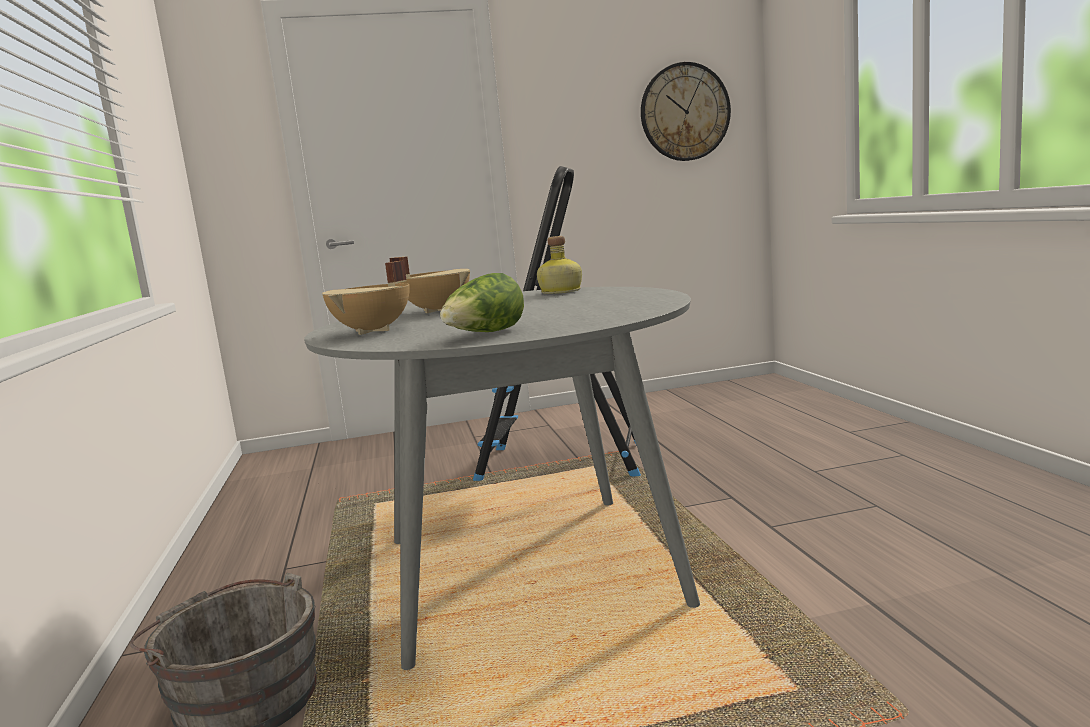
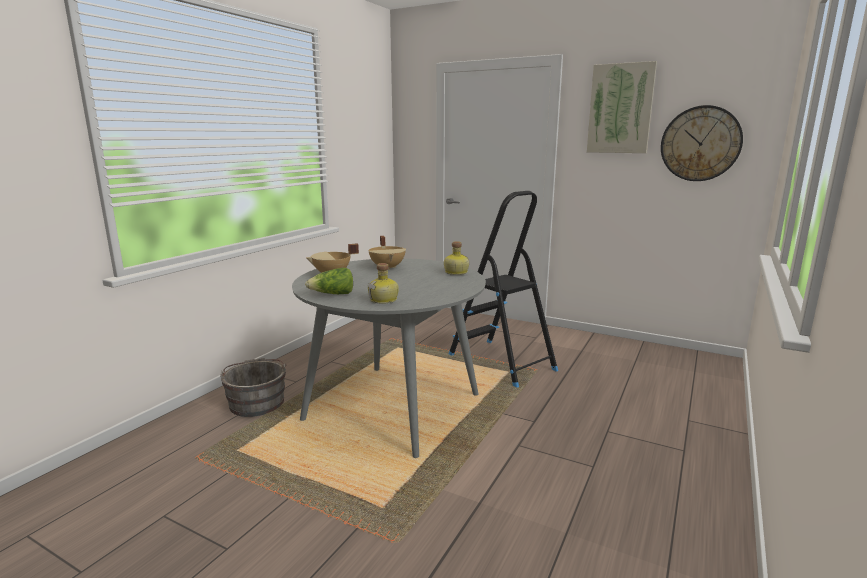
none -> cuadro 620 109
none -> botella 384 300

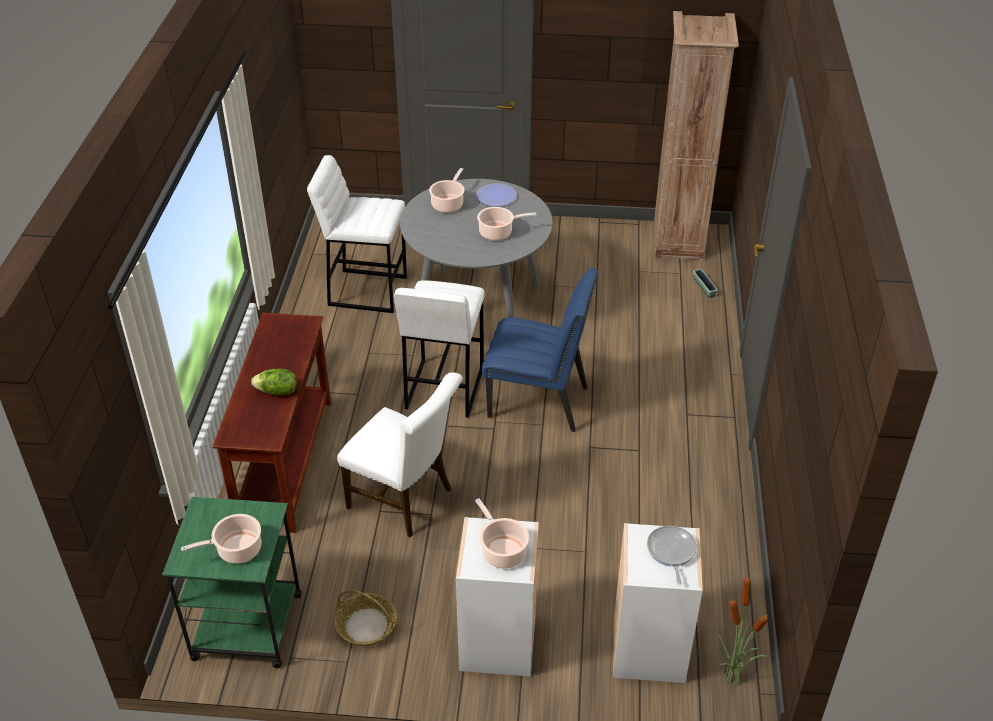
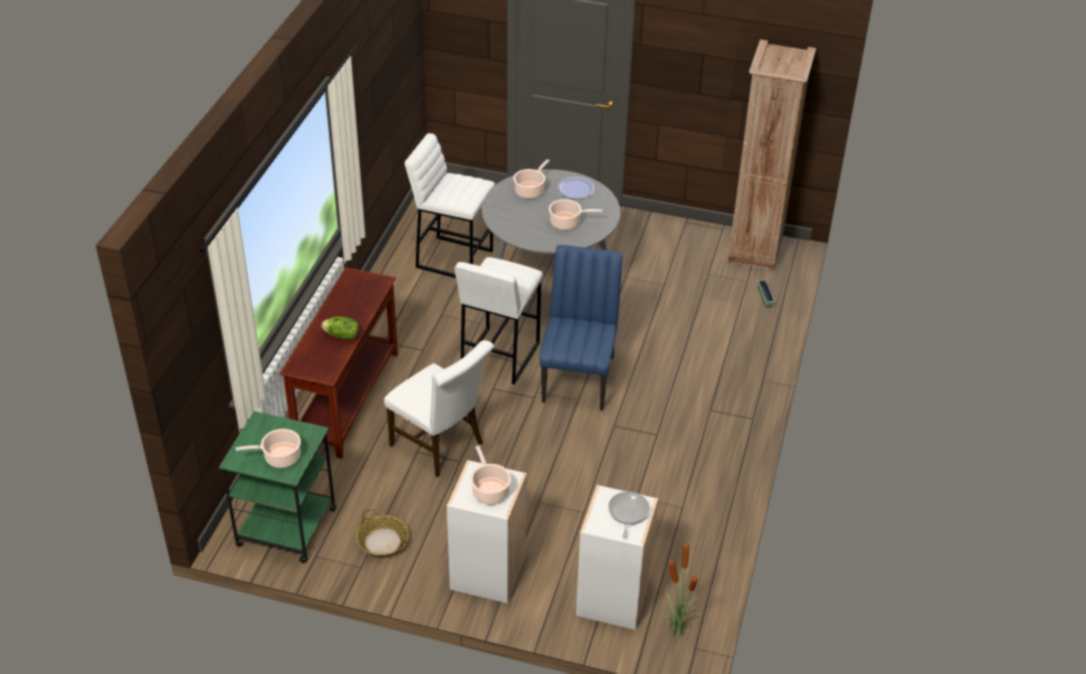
silla/azul 537 402 -> silla/azul 579 380, 105 degrees counterclockwise

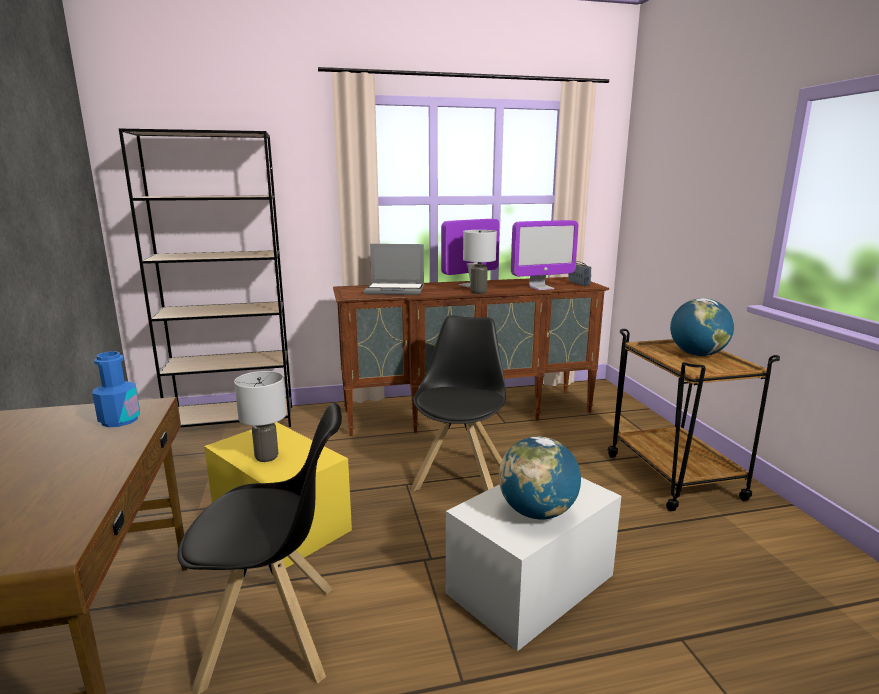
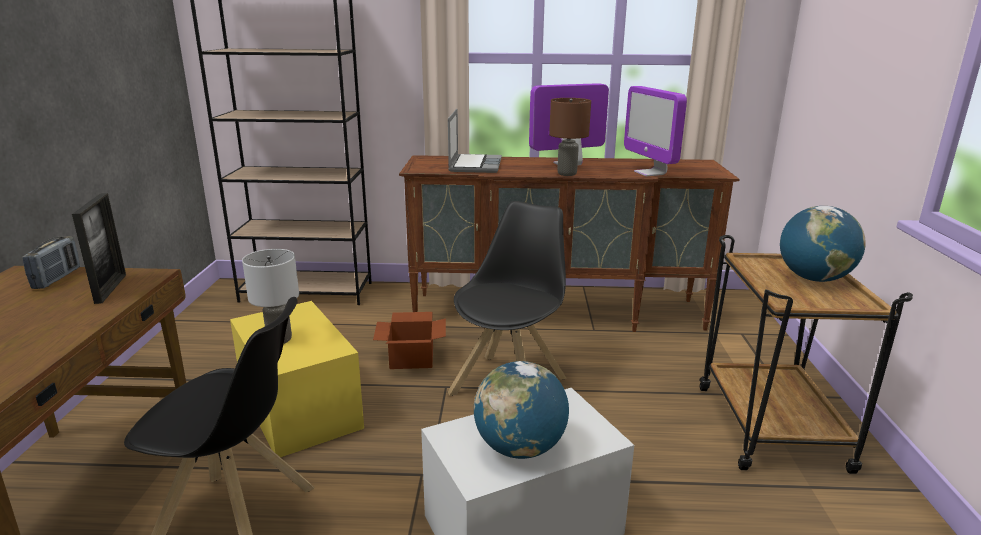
monitor 541 288 -> monitor 650 173, 75 degrees clockwise
lámpara de mesa/blanco 478 292 -> lámpara de mesa/marrón 566 174
portátil 396 290 -> portátil 474 165, 105 degrees counterclockwise
radio 578 283 -> radio 57 278, moved
botella/azul 120 420 -> portarretratos 111 288
none -> caja de cartón 412 357

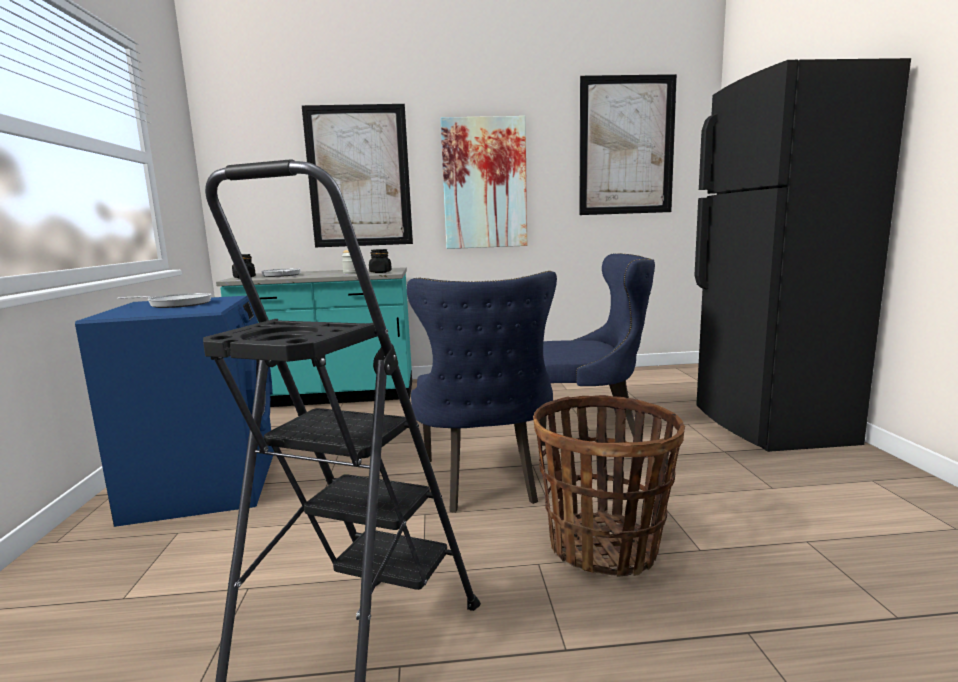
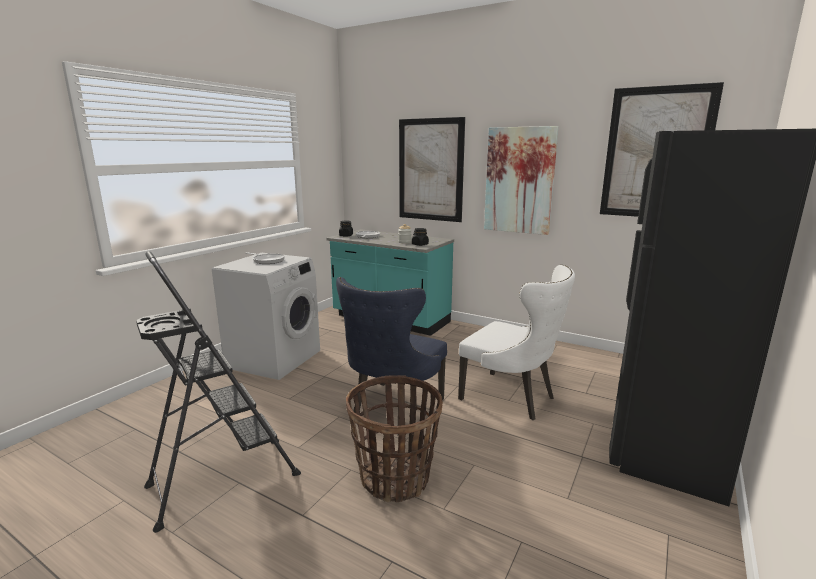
silla/azul 588 427 -> silla/blanco 511 397
lavadora/azul 208 484 -> lavadora/blanco 275 359

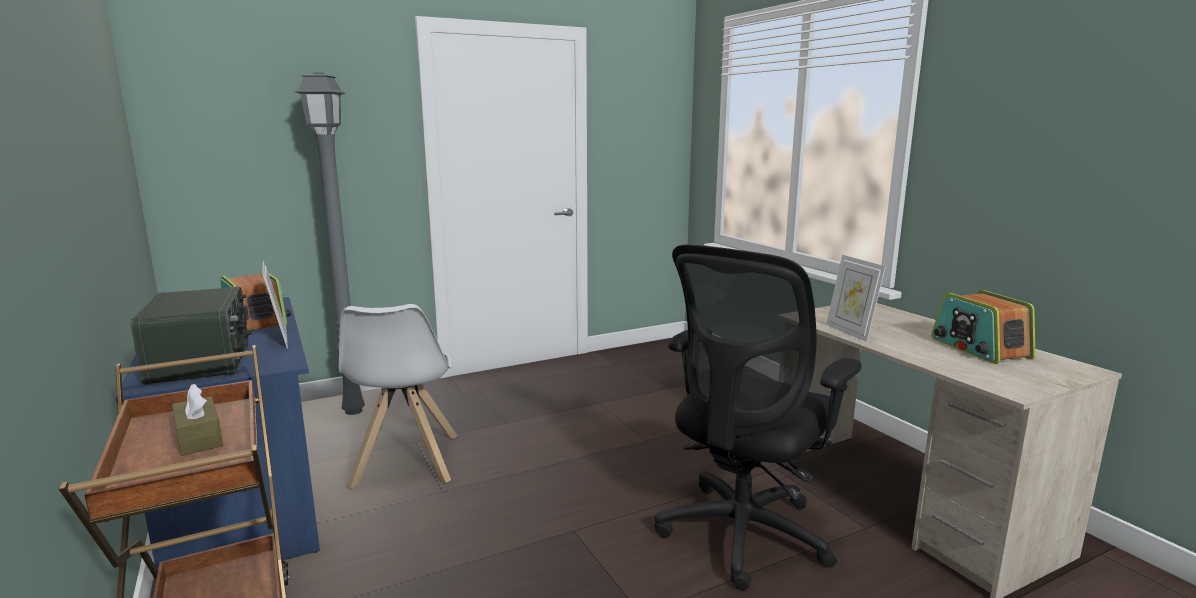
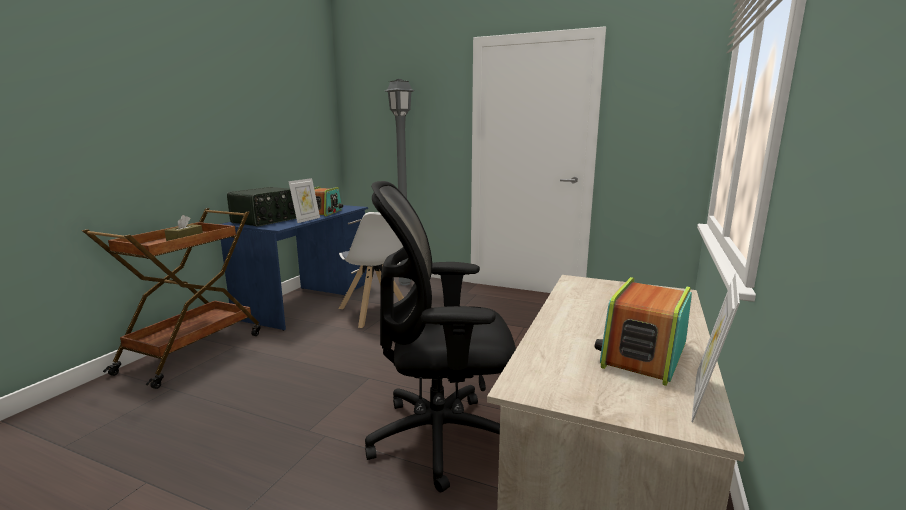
portarretratos 850 332 -> portarretratos 706 399, moved
silla 405 462 -> silla 376 313, 75 degrees counterclockwise

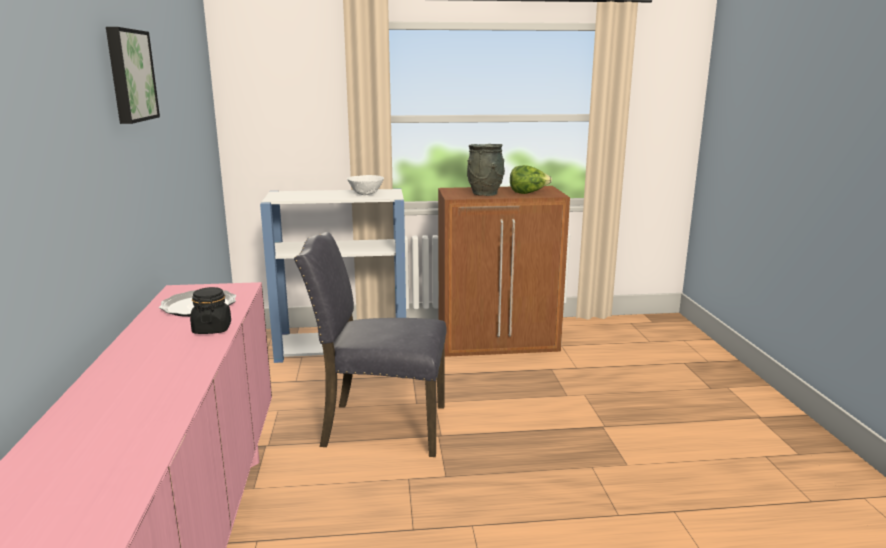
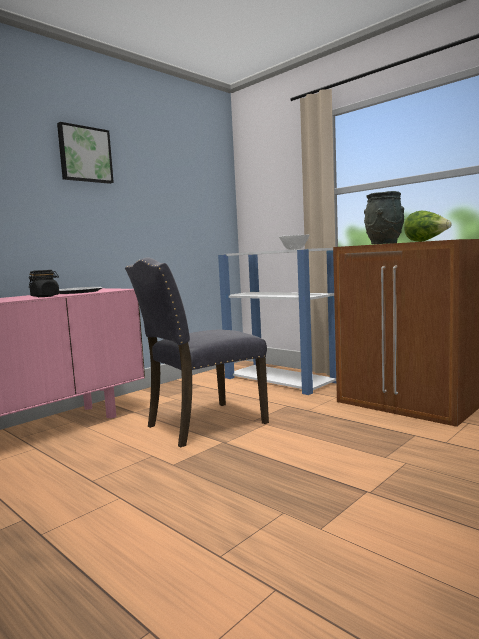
silla/gris 381 427 -> silla/gris 203 424, 90 degrees counterclockwise

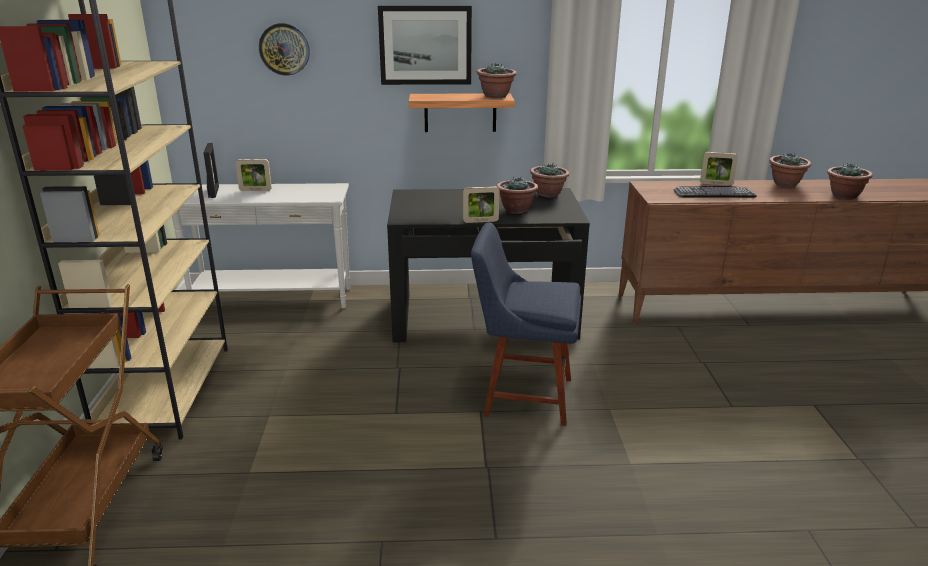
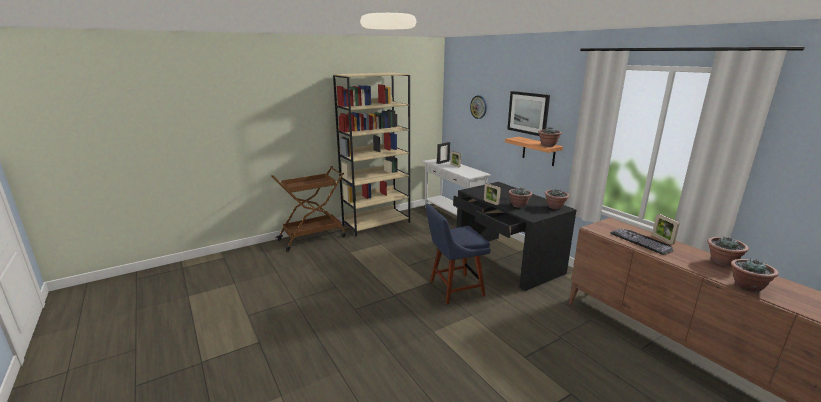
silla/azul 522 396 -> silla/azul 453 289, 90 degrees counterclockwise

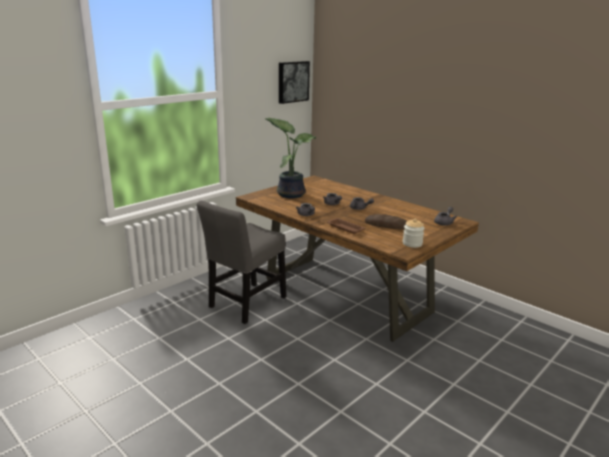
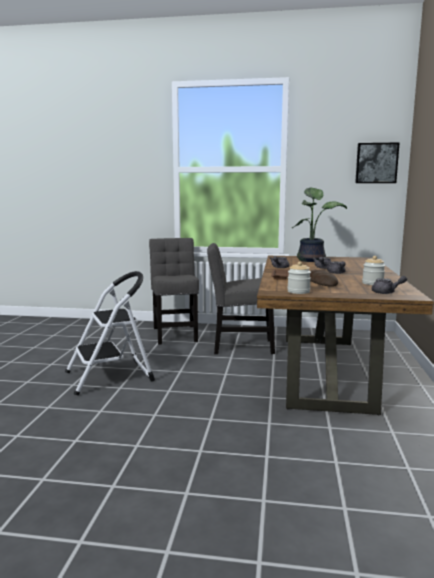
none -> silla/gris 175 333
none -> tarro 372 283
none -> escalera de tijera 112 376

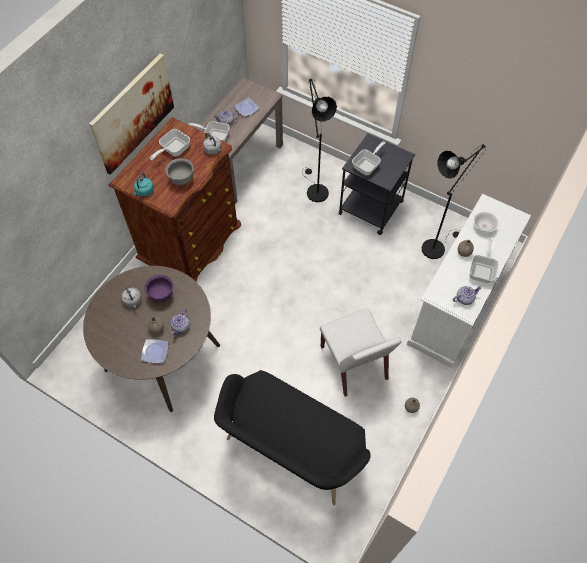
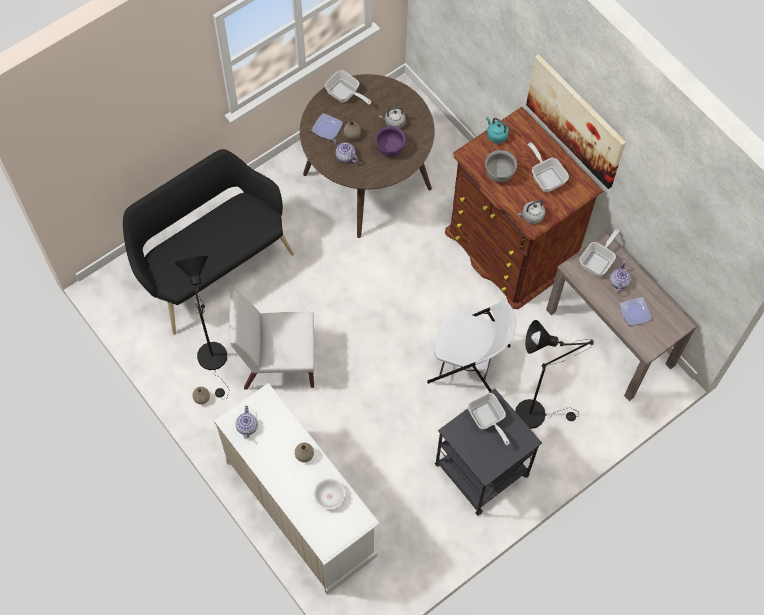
lámpara de pie/negro 436 246 -> lámpara de pie/negro 214 361, moved
sartén 482 270 -> sartén 345 94, moved
none -> silla/blanco 469 364

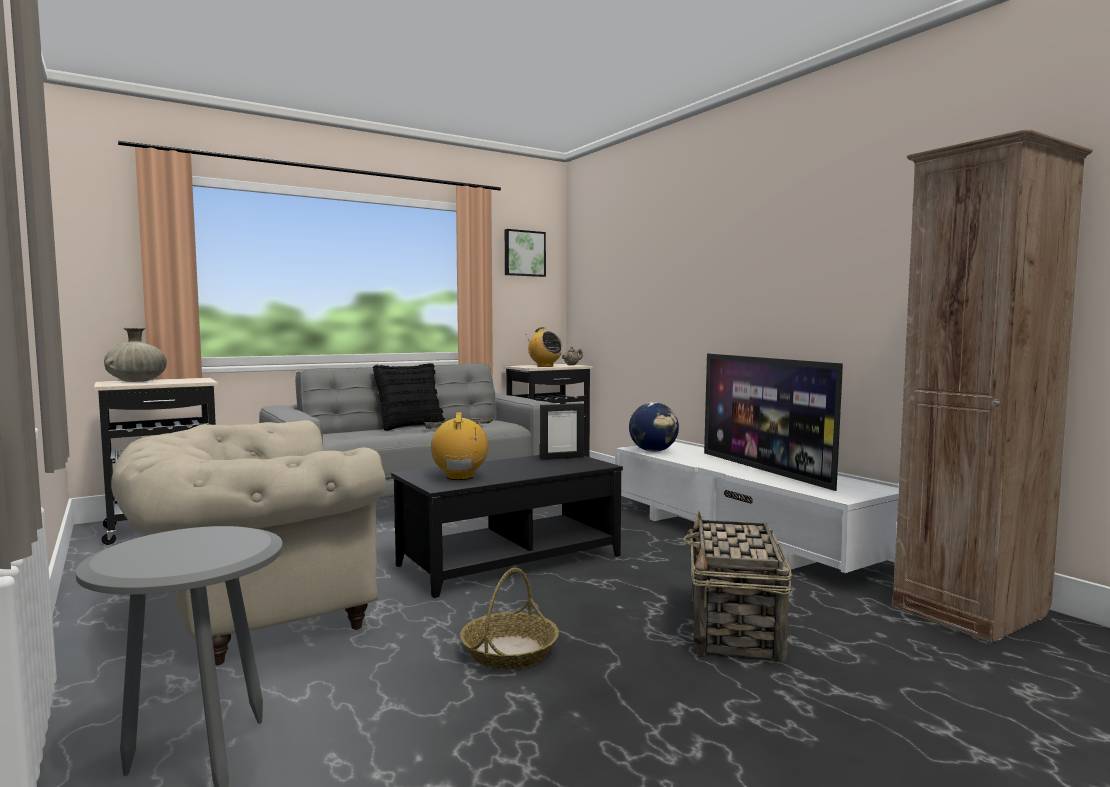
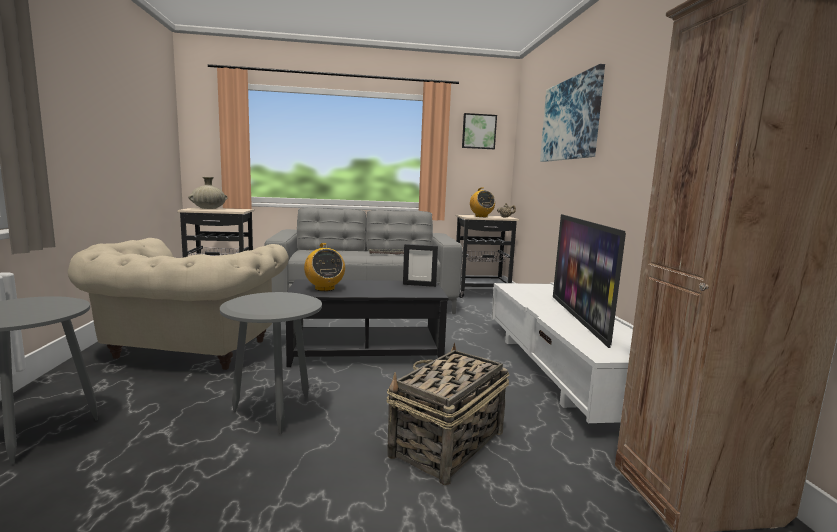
cojín/negro 410 426 -> none
globo terráqueo 653 451 -> none
radio 460 477 -> radio 324 288, 135 degrees clockwise
sillón/beis 251 614 -> sillón/beis 185 354, 75 degrees counterclockwise
cesta 509 652 -> mesa auxiliar/gris 274 416
none -> cuadro 570 119

